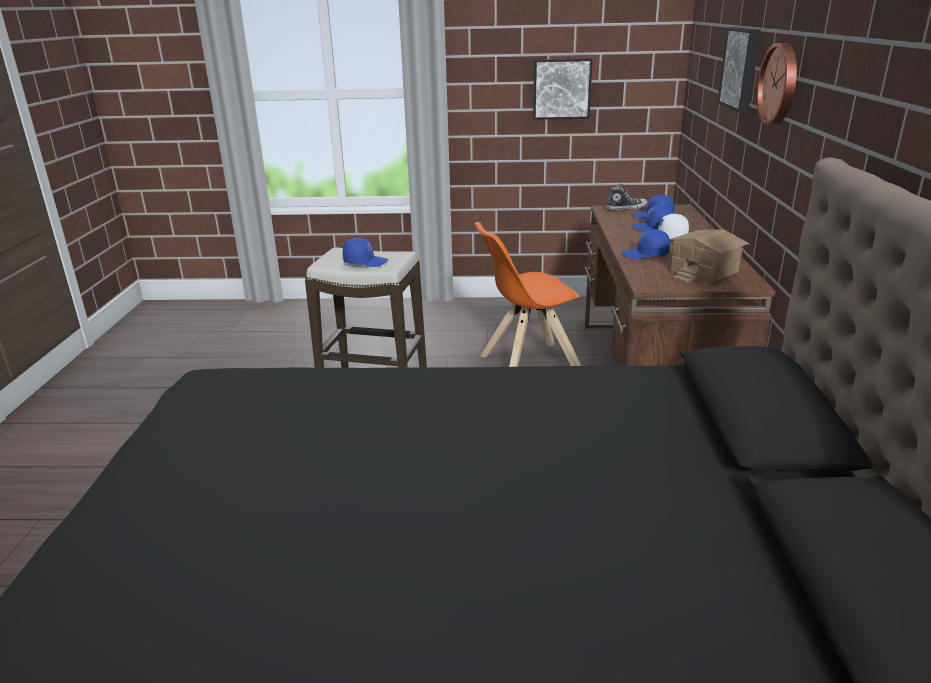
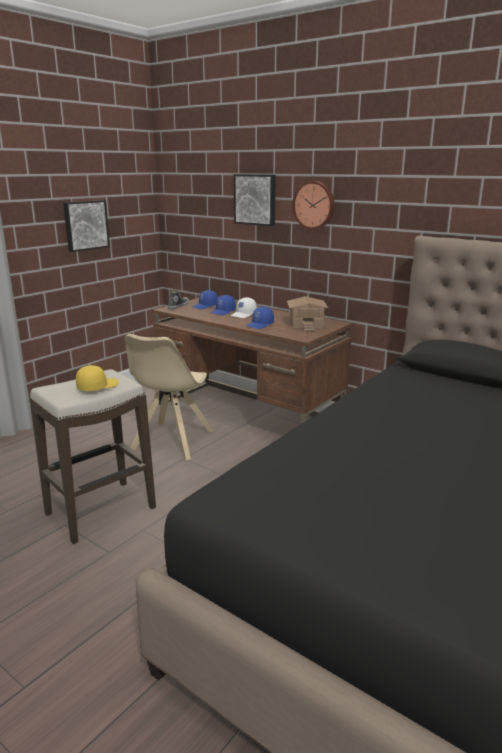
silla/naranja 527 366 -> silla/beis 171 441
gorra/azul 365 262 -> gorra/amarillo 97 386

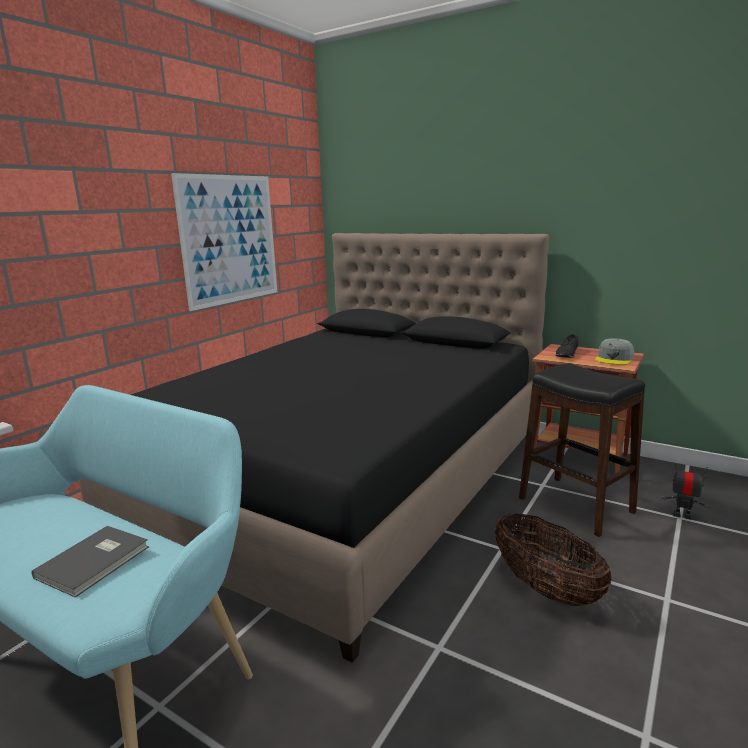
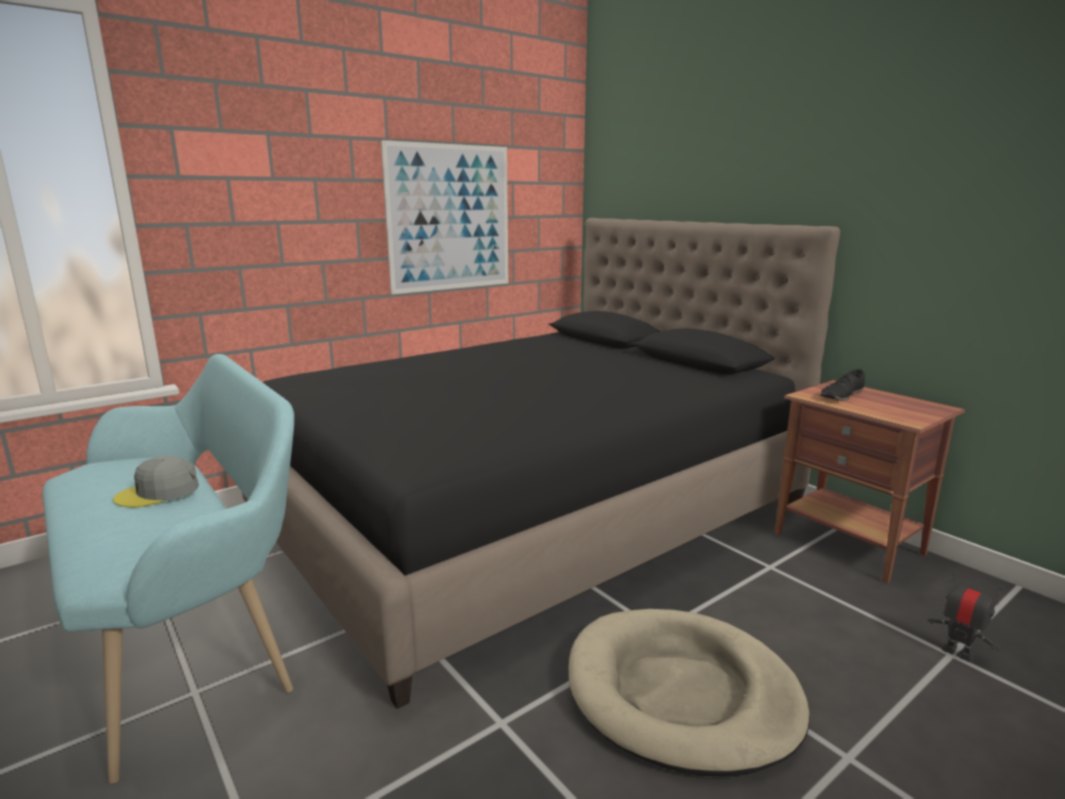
gorra/gris 614 359 -> gorra/gris 159 492, moved
taburete/negro 576 505 -> none
cesta 545 588 -> cama para perro/beis 681 694
libro/gris 96 562 -> none

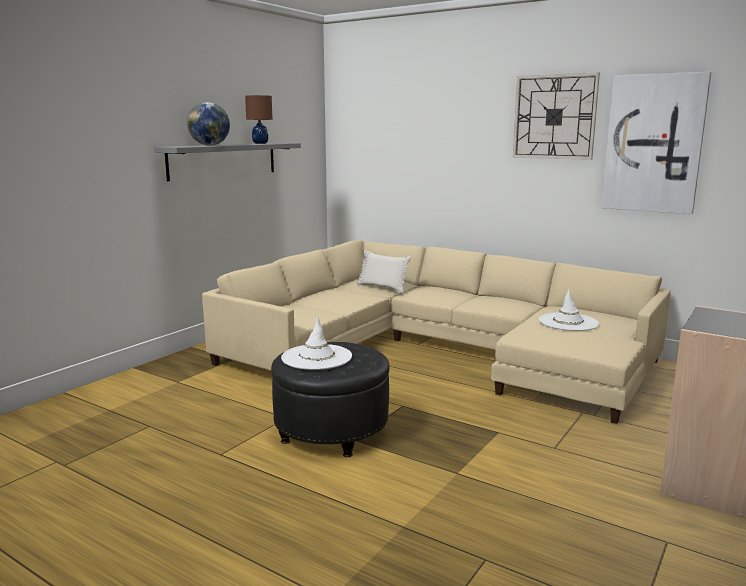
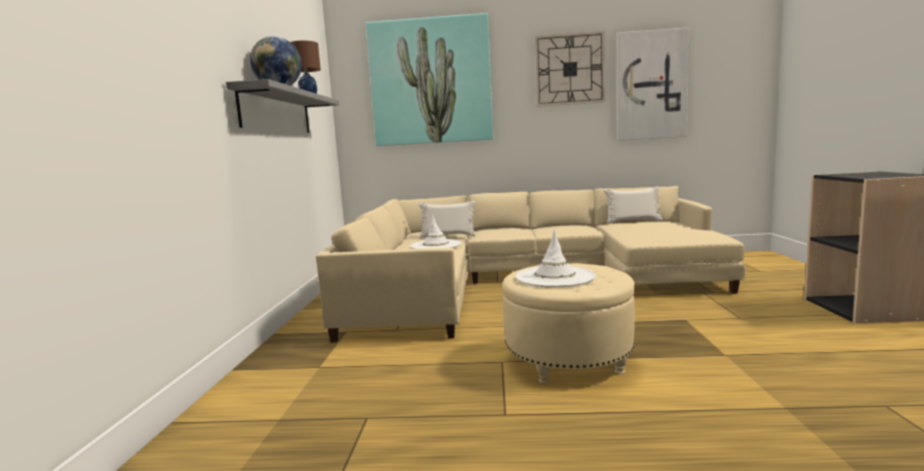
sombrero/blanco 568 322 -> sombrero/blanco 436 245, moved
puf/negro 332 432 -> puf/beis 568 359
none -> cuadro 431 82
none -> cojín/blanco 633 221

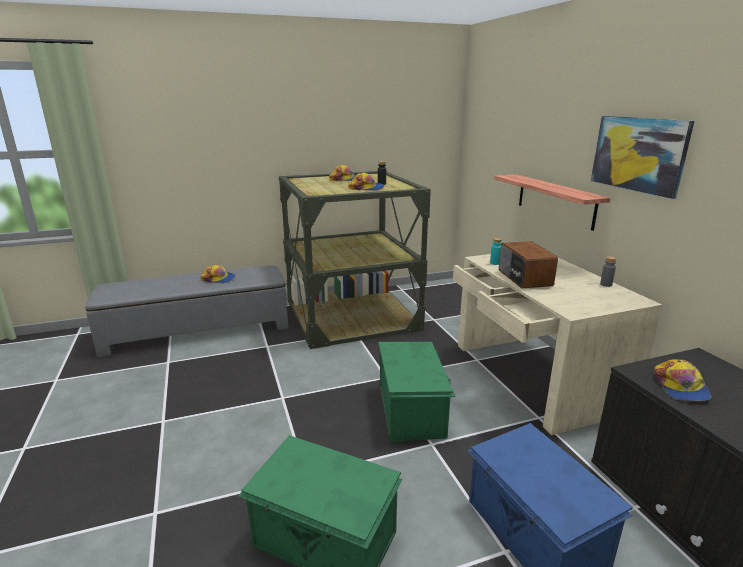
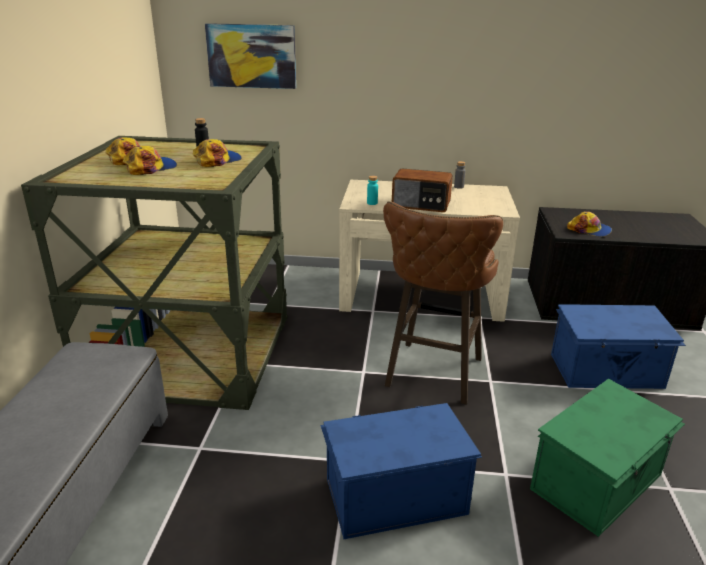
cuadro 638 154 -> cuadro 252 56, moved
estante 555 200 -> none
gorra 219 279 -> gorra 150 168, moved
caja de almacenaje/verde 412 410 -> taburete/marrón 433 374
none -> caja de almacenaje/azul 394 495

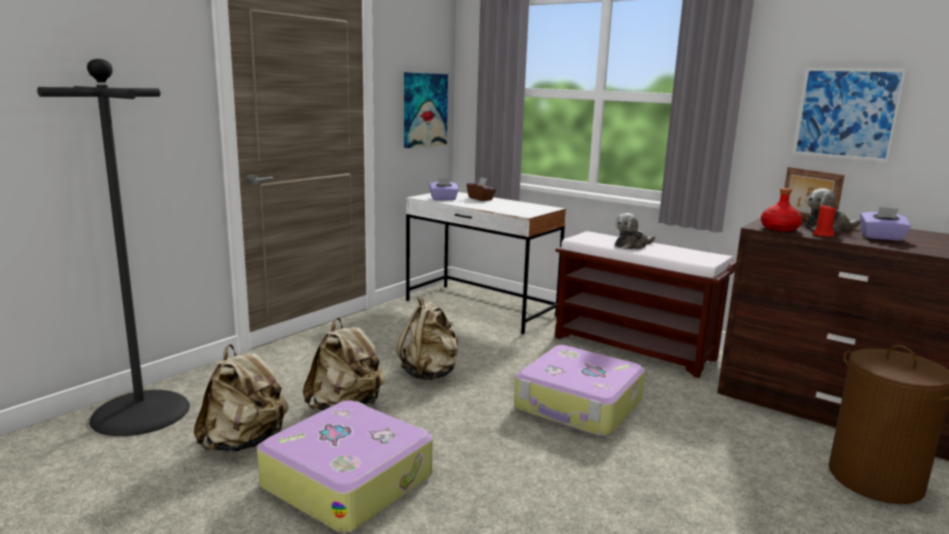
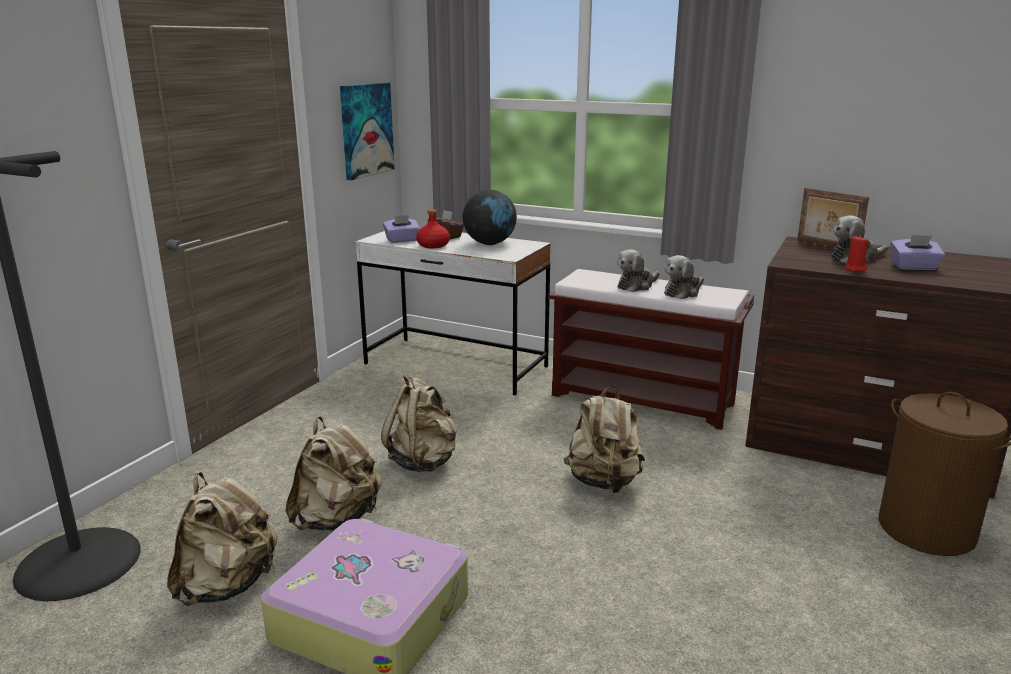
cuadro 846 113 -> none
botella/rojo 780 229 -> botella/rojo 433 245, moved
maleta 578 406 -> mochila/beis 604 482
none -> globo terráqueo 490 243
none -> peluche 683 292

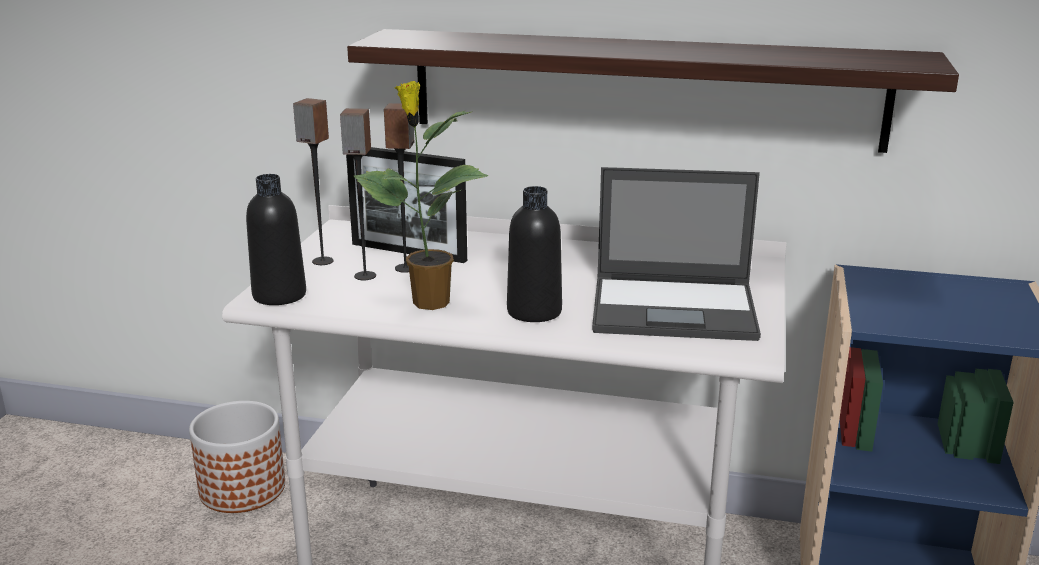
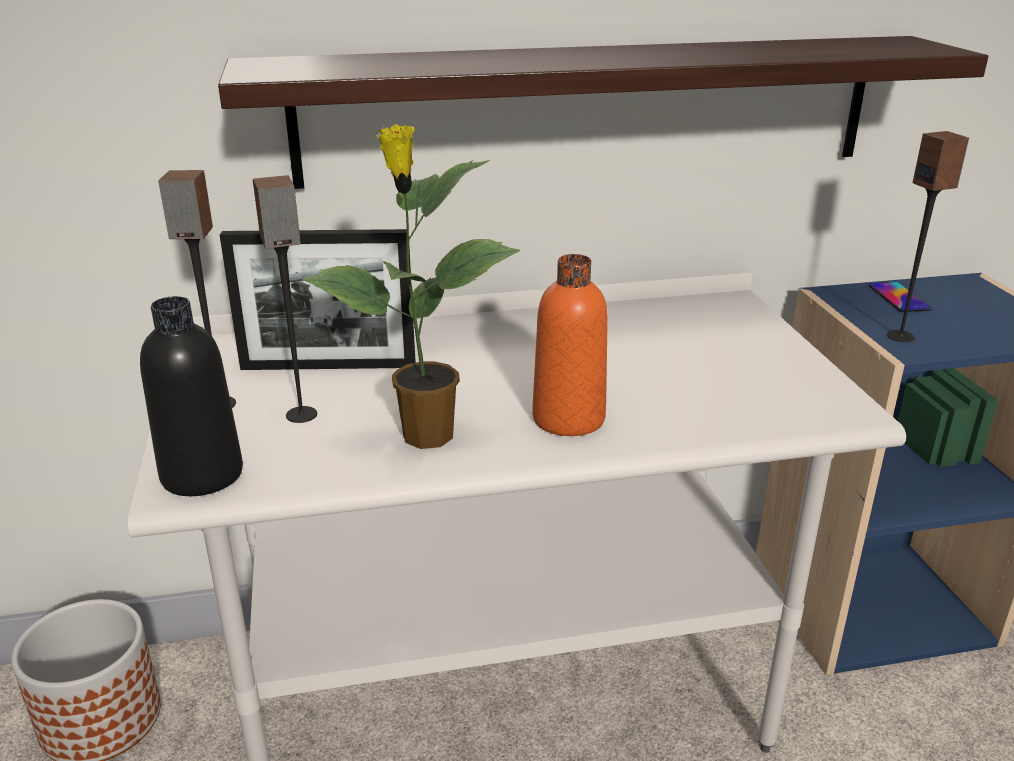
altavoz 406 268 -> altavoz 901 336, moved
portátil 676 309 -> none
botella/negro 534 311 -> botella/naranja 568 419
none -> móvil 898 298

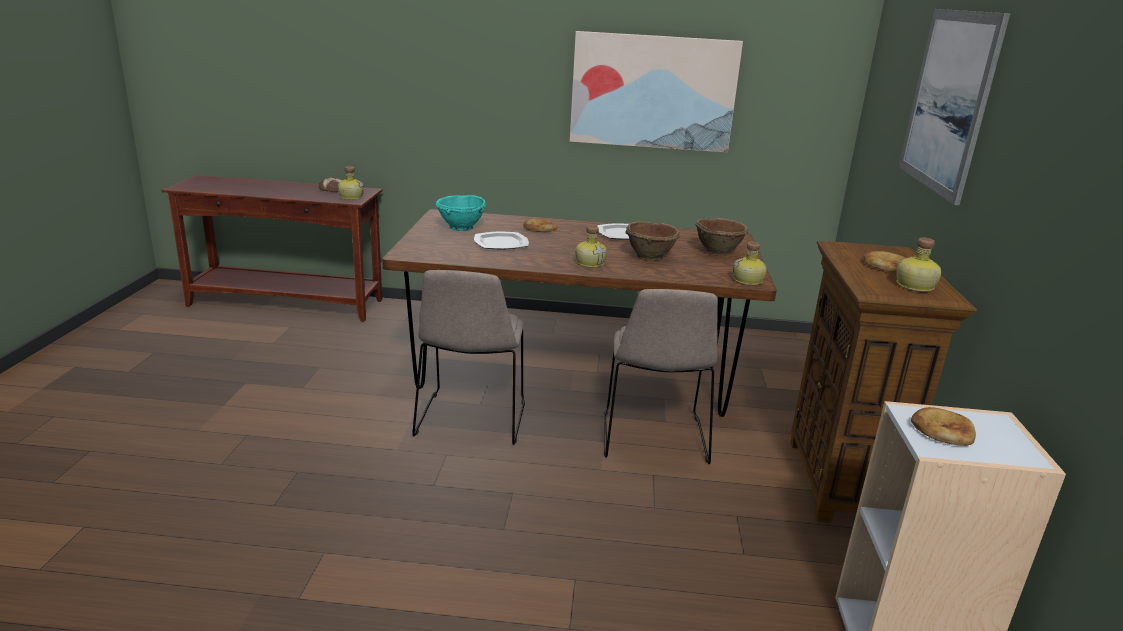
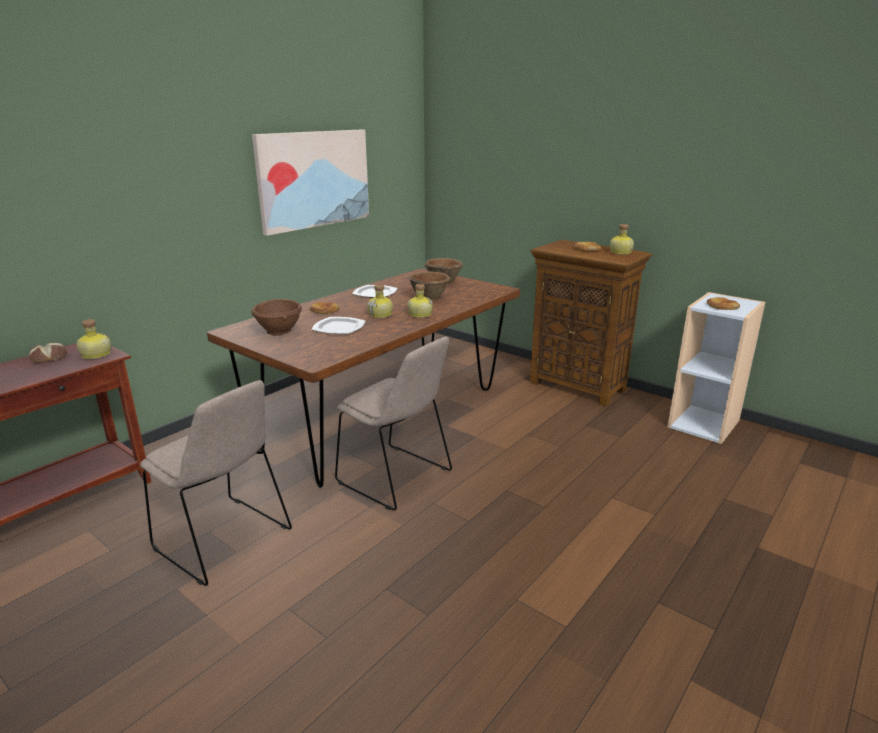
cuadro 948 101 -> none
cuenco/turquesa 461 228 -> cuenco/marrón 279 332
botella 748 281 -> botella 381 315, moved
silla/beis 654 439 -> silla/beis 225 541, moved

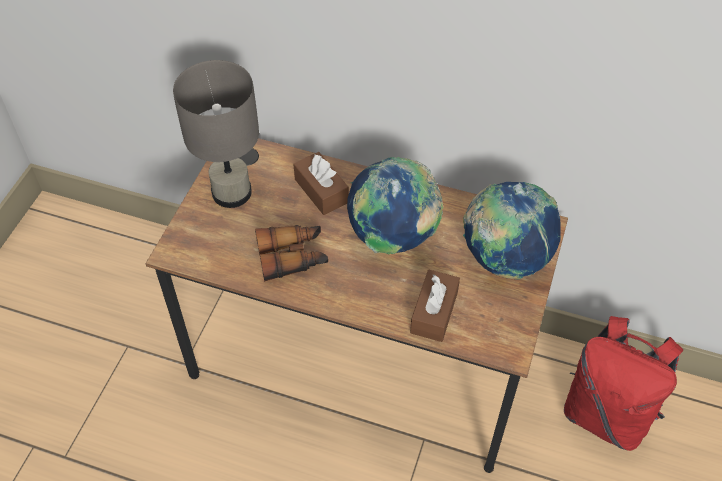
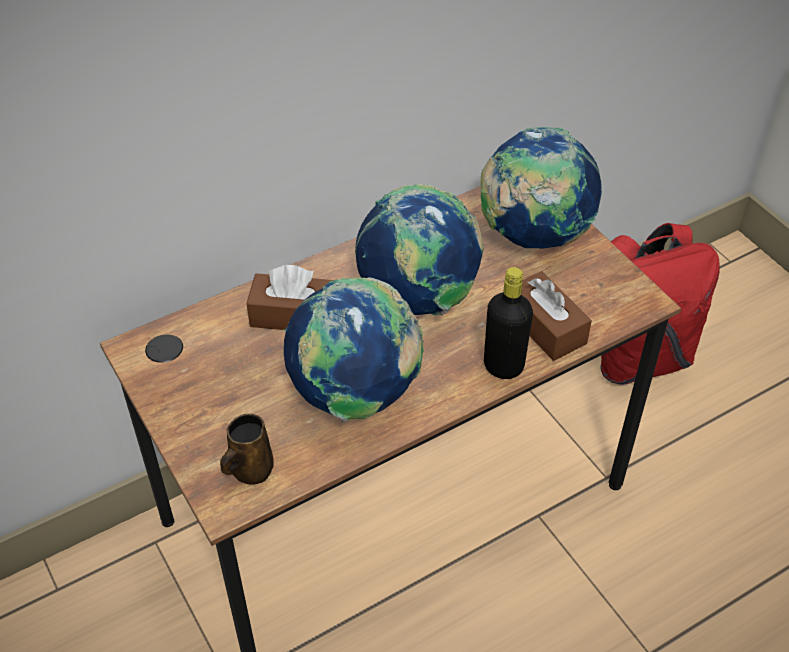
lámpara de mesa/gris 231 192 -> none
prismáticos 292 257 -> globo terráqueo 355 395
none -> botella/negro 503 366
none -> taza grande/marrón 250 470

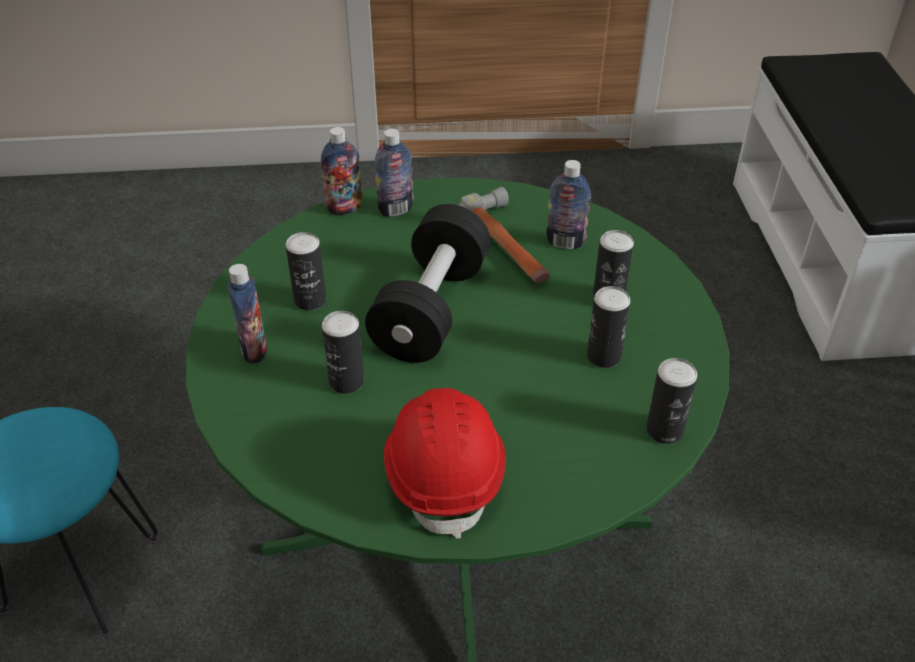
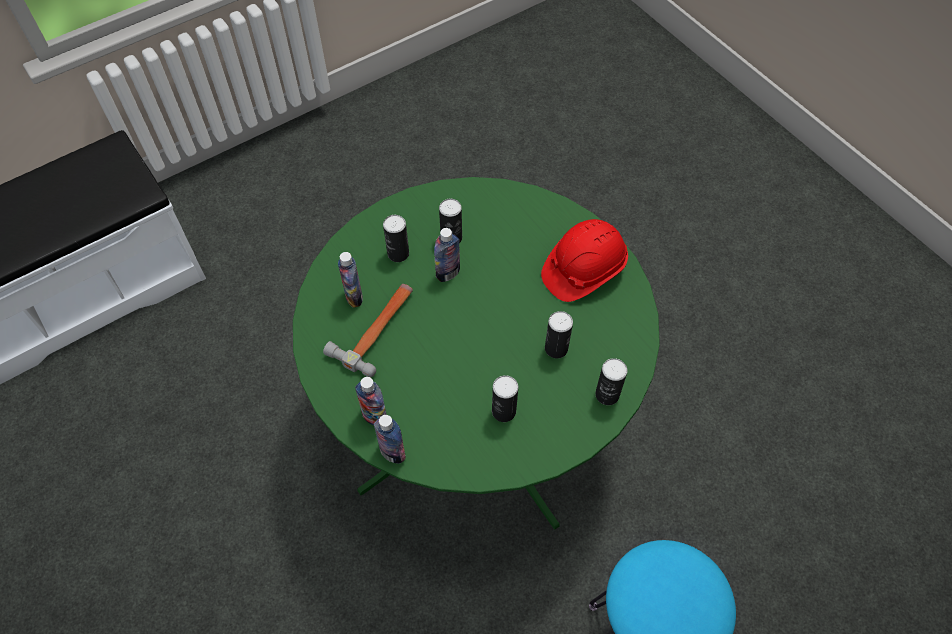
mancuerna/negro 431 309 -> none
botella 254 350 -> botella 448 273, moved
lata 664 430 -> lata 607 394, moved

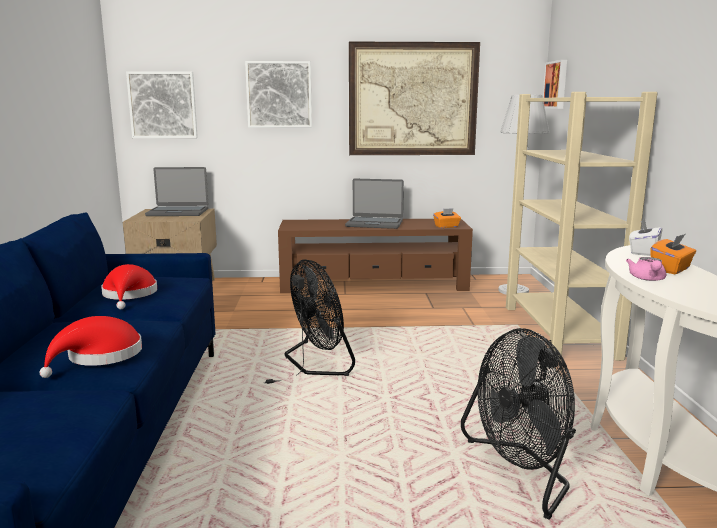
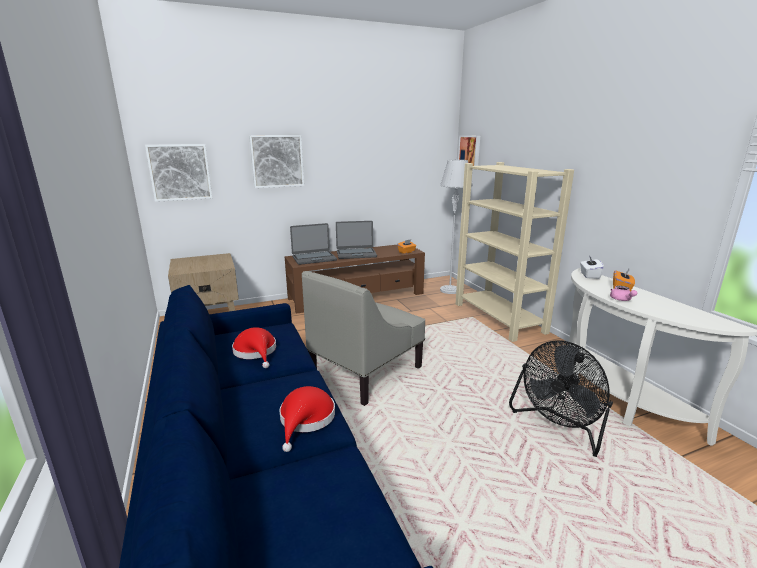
cuadro 413 99 -> none
portátil 178 212 -> portátil 314 258, moved
ventilador/negro 309 364 -> sillón/gris 367 372

